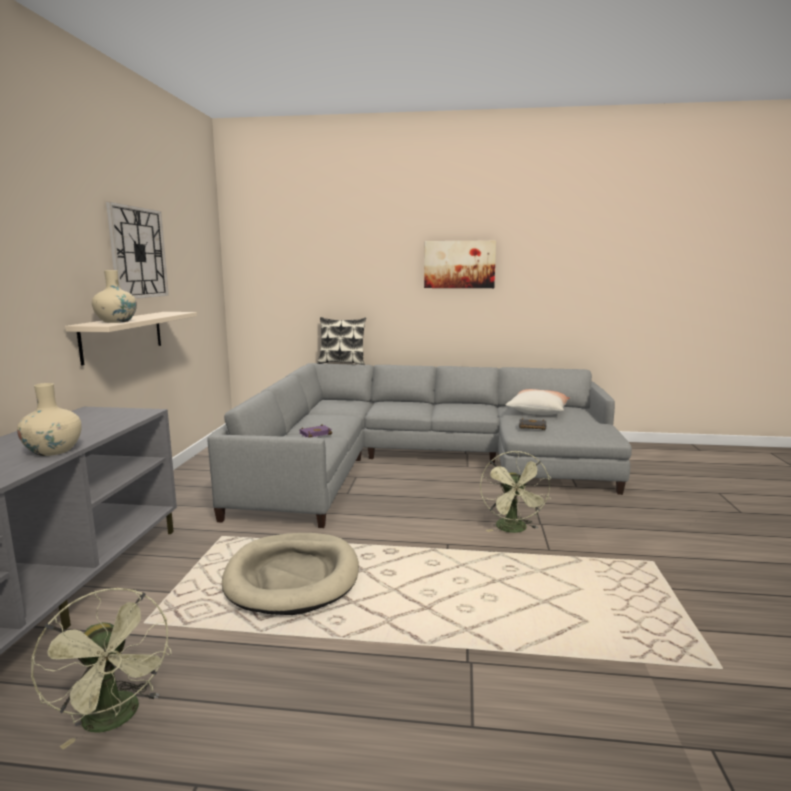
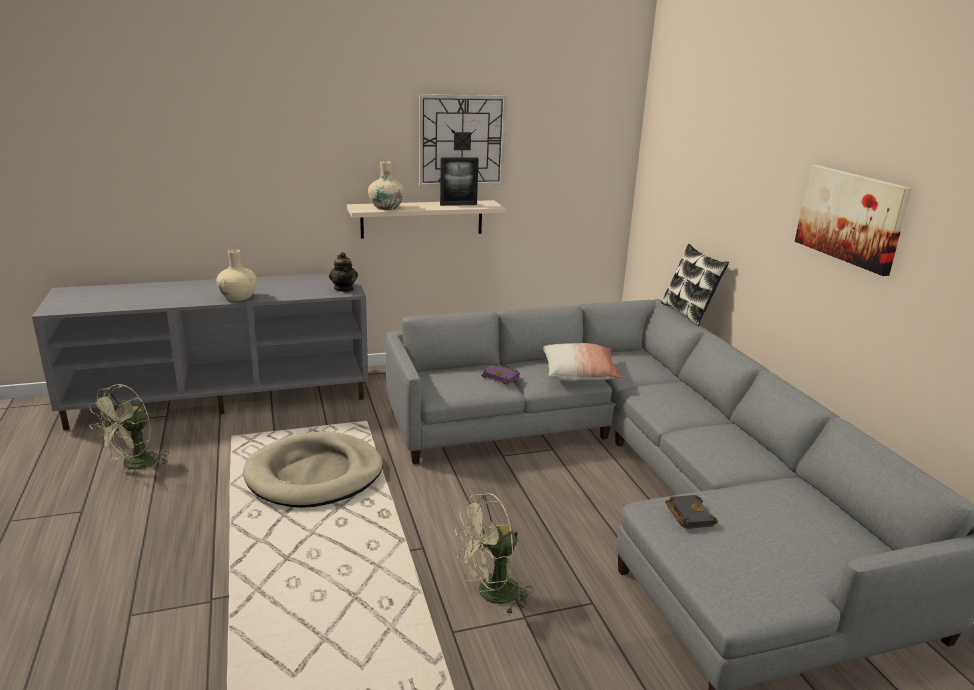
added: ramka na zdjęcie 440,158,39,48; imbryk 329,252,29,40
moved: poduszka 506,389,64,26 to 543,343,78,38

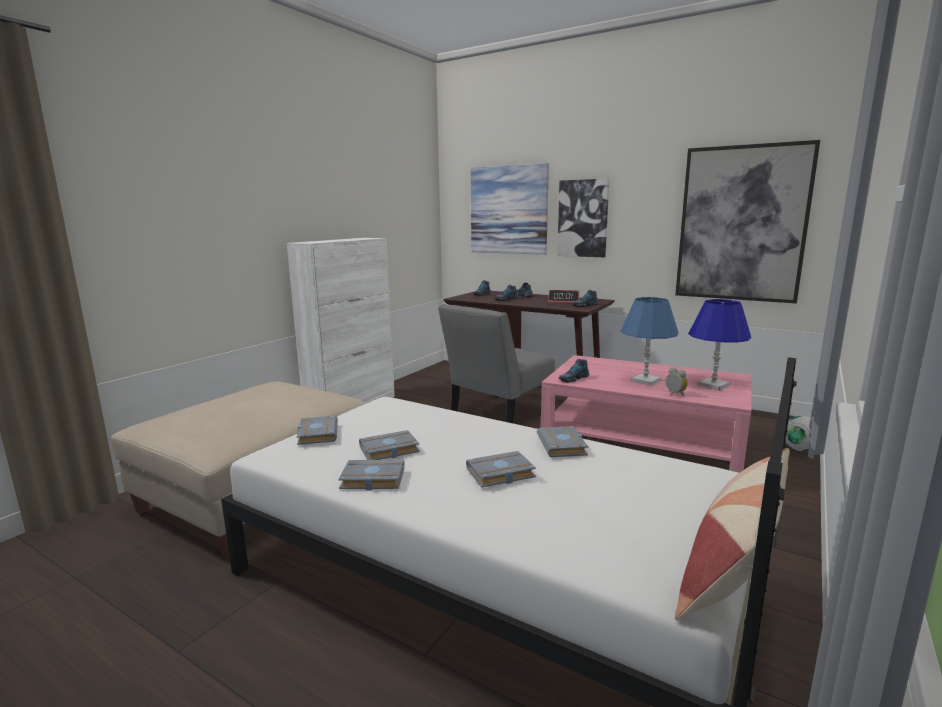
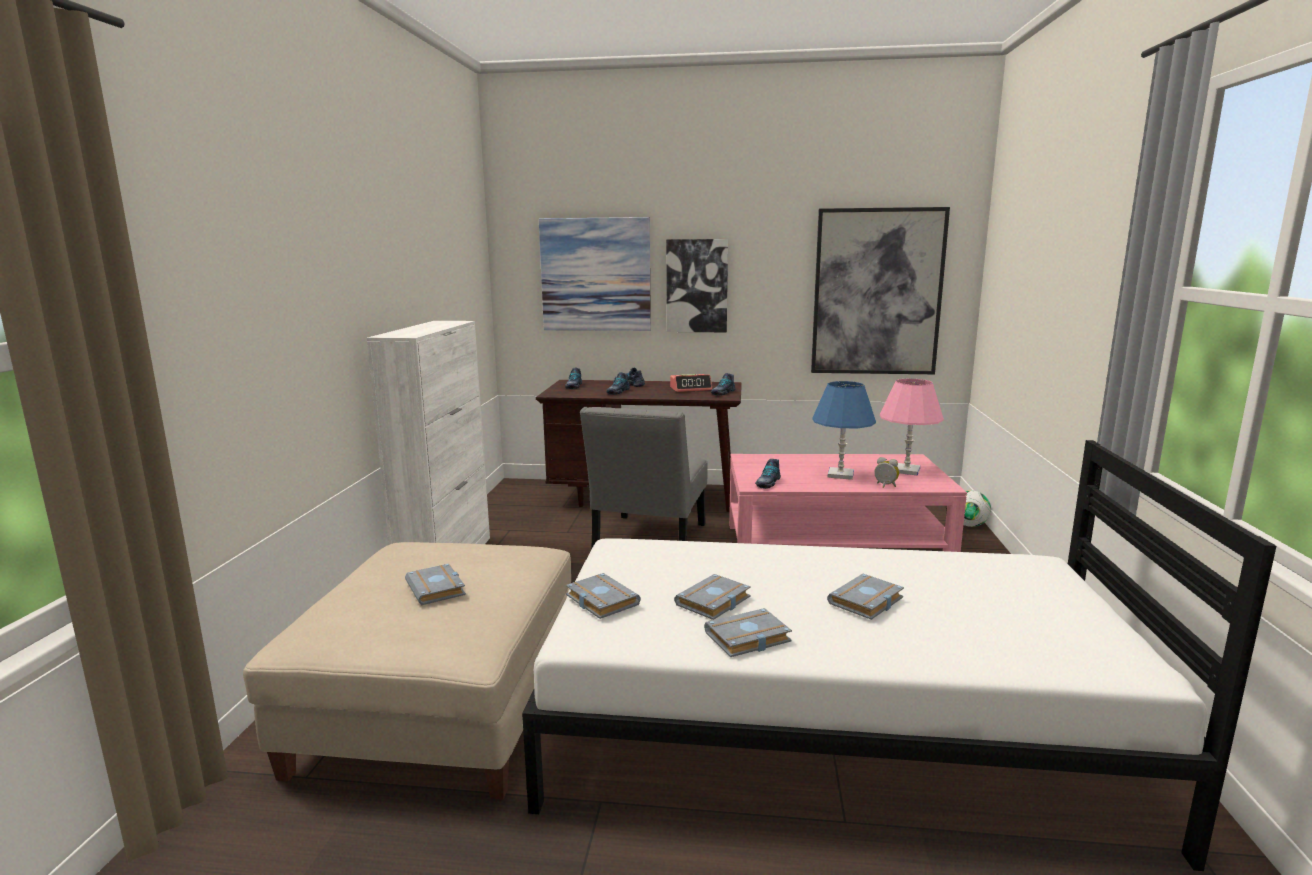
removed: poduszka 675,448,115,172
moved: książka/szary 537,426,51,31 to 405,564,61,41
recoloured: lampa stołowa/niebieski 688,299,63,91 to lampa stołowa/różowy 880,379,64,97

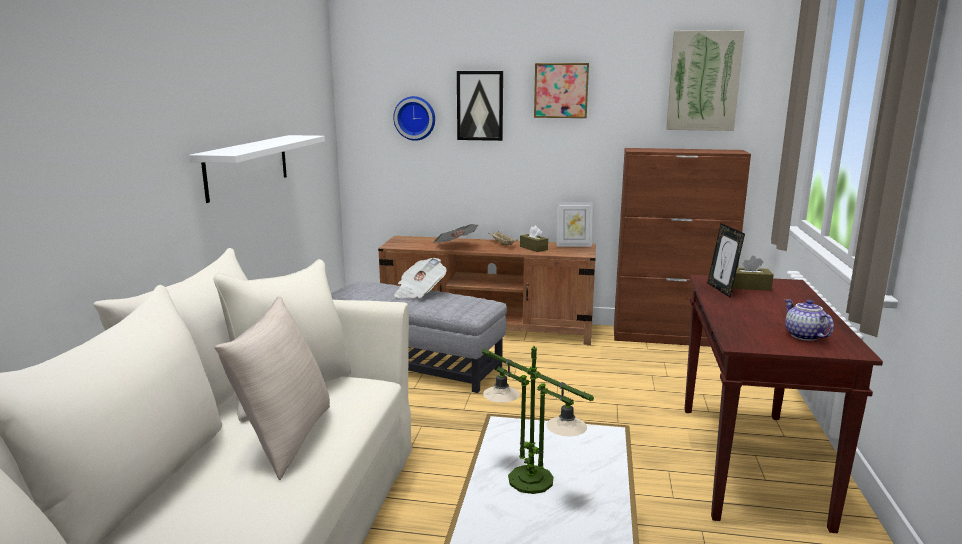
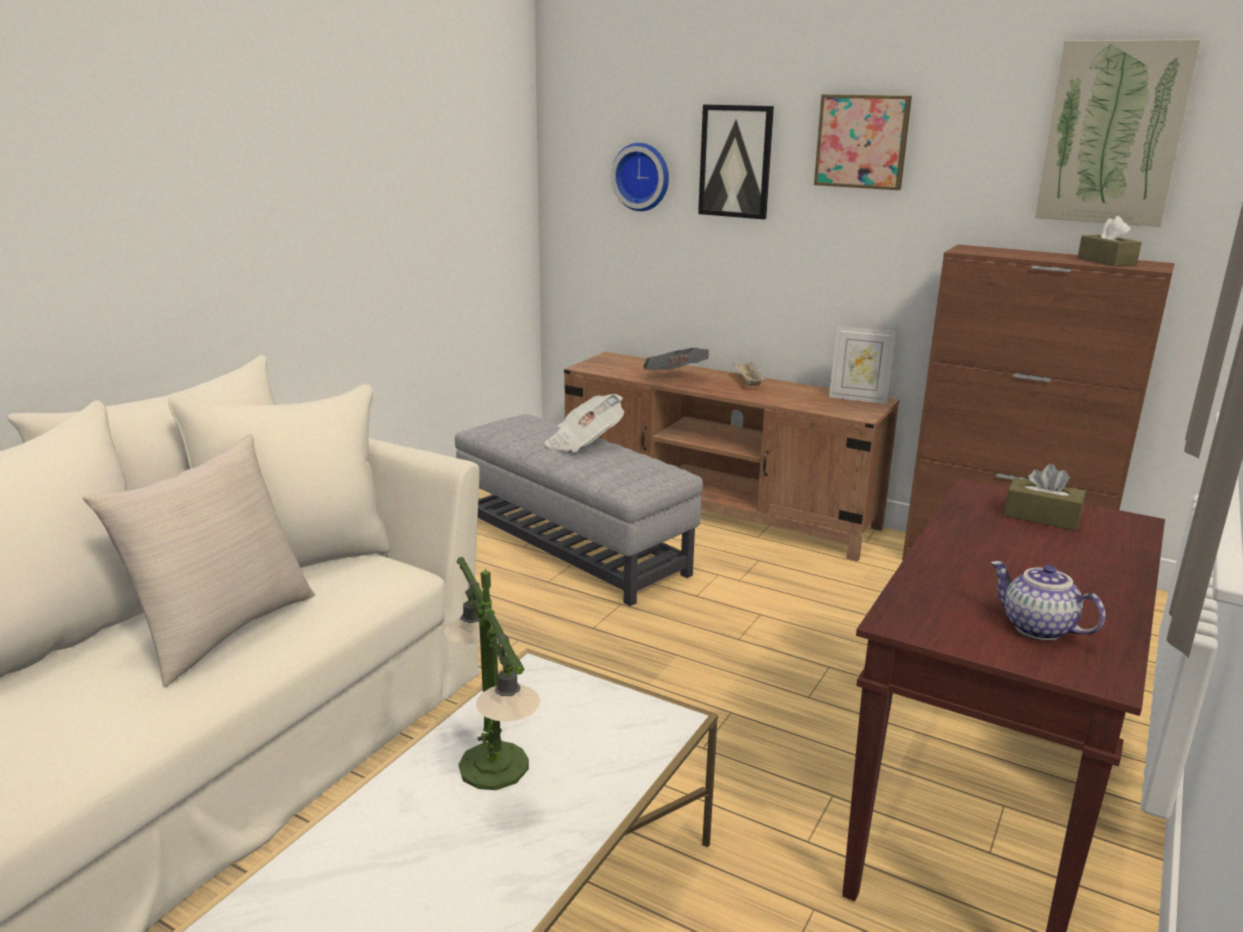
removed: półka/biały 189,135,136,68; ramka na zdjęcie 707,223,38,74
moved: pudełko chusteczek/brązowy 520,226,28,26 to 1078,216,64,50
turned: imbryk 785,299,49,42 = 991,561,115,79 45 degrees counterclockwise

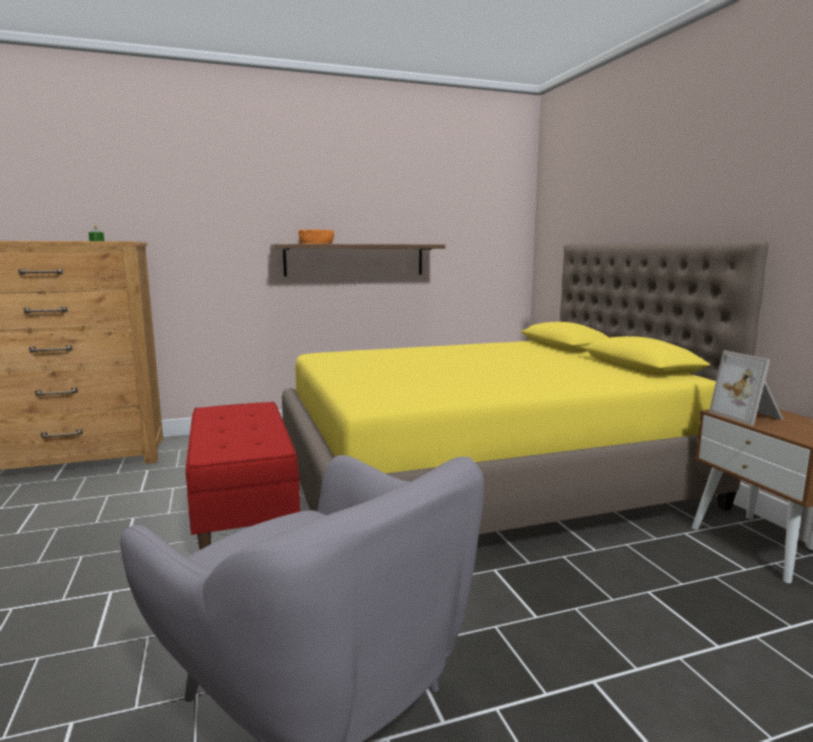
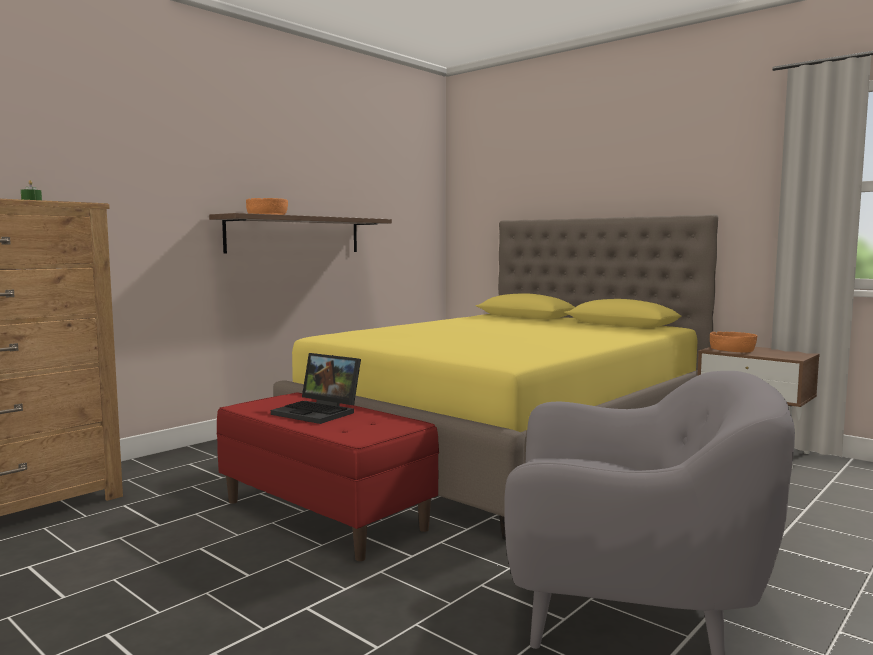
added: laptop 271,353,90,71
replaced: ramka na zdjęcie 709,350,75,76 to miska/pomarańczowy 710,332,47,20

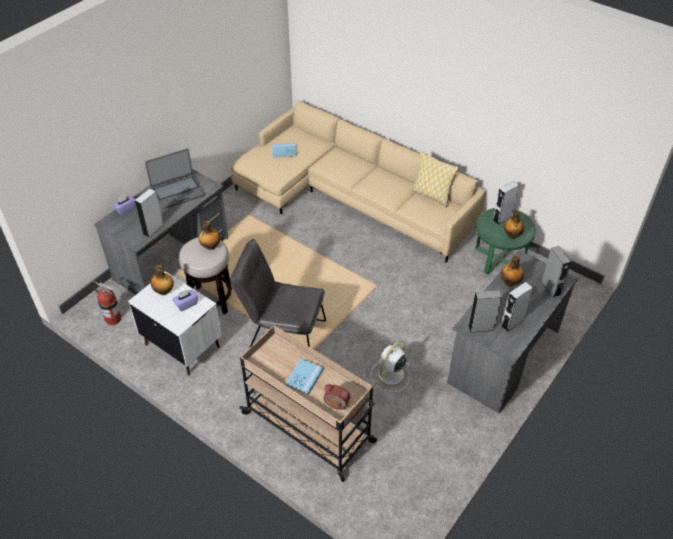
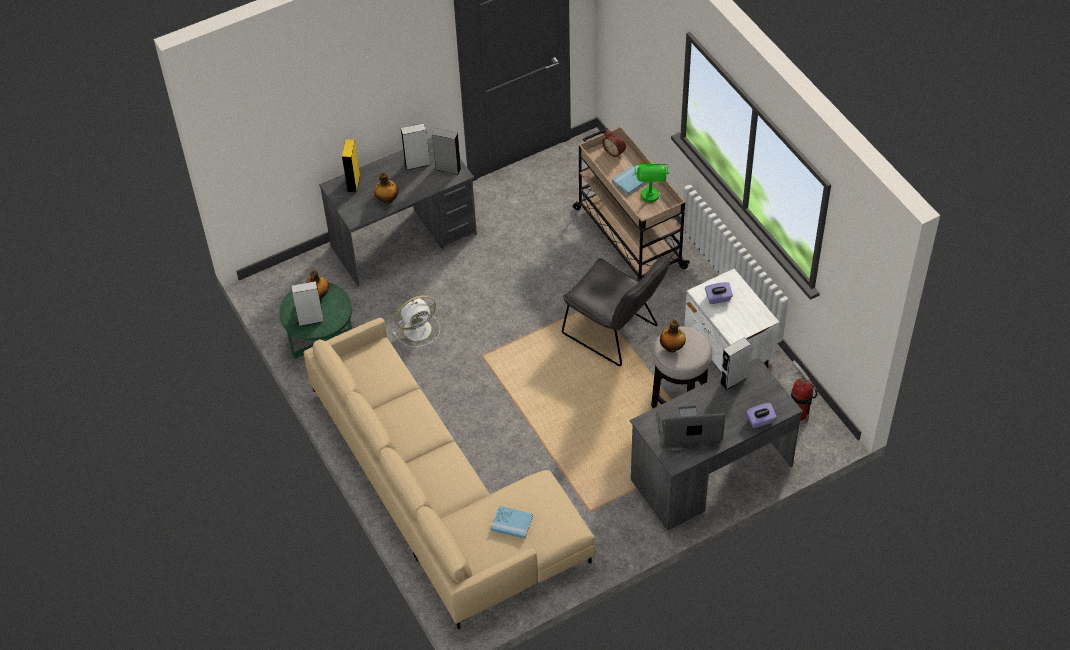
removed: poduszka 411,151,48,56; butelka 151,265,23,30
added: lampa stołowa/zielony 634,164,35,38
moved: wentylator/biały 371,340,39,52 to 393,295,47,52
recoloured: głośnik/szary 541,246,30,52 to głośnik/żółty 342,139,18,54

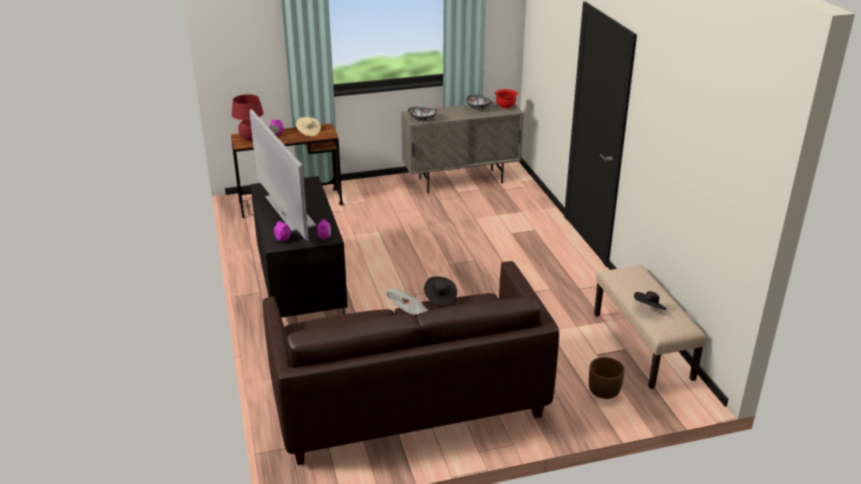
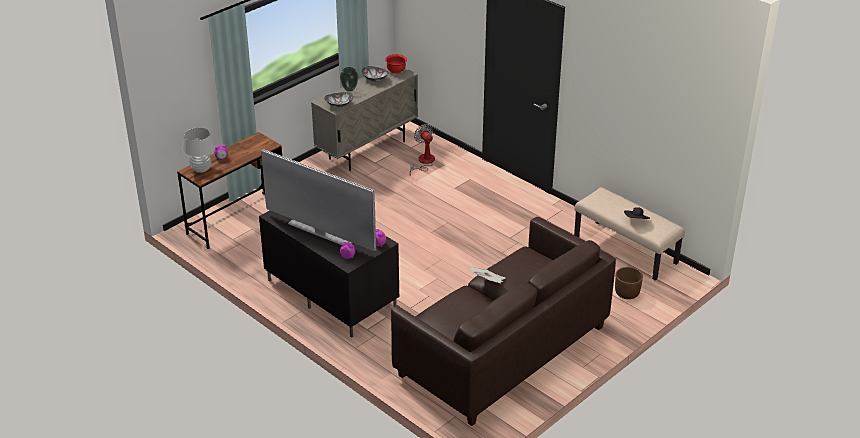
removed: kapelusz/beżowy 296,117,25,19; kapelusz/czarny 424,276,33,31
added: wazon 340,67,18,25; wentylator 409,124,26,52
recoloured: lampa stołowa/czerwony 232,94,32,46 to lampa stołowa/biały 183,128,32,45

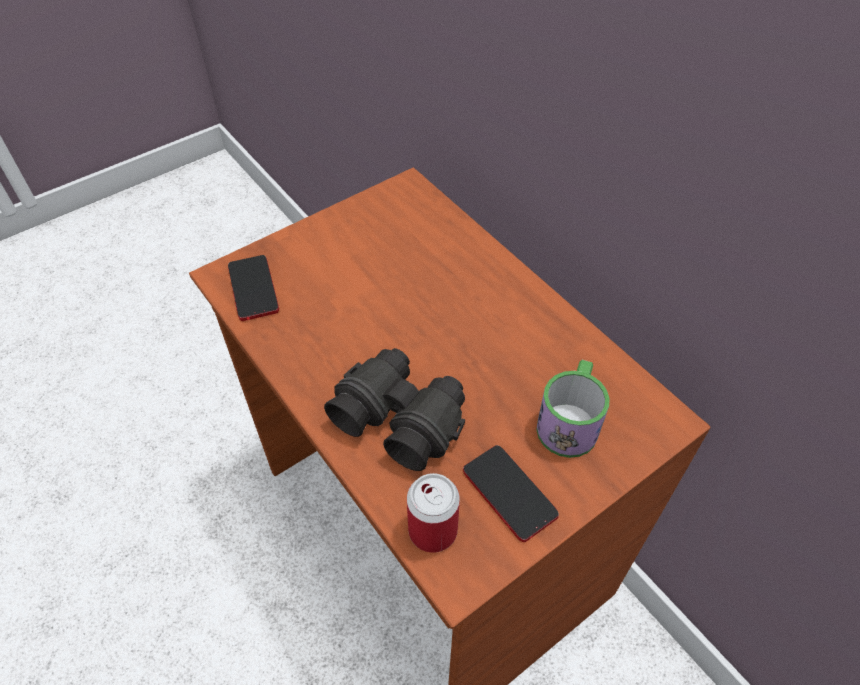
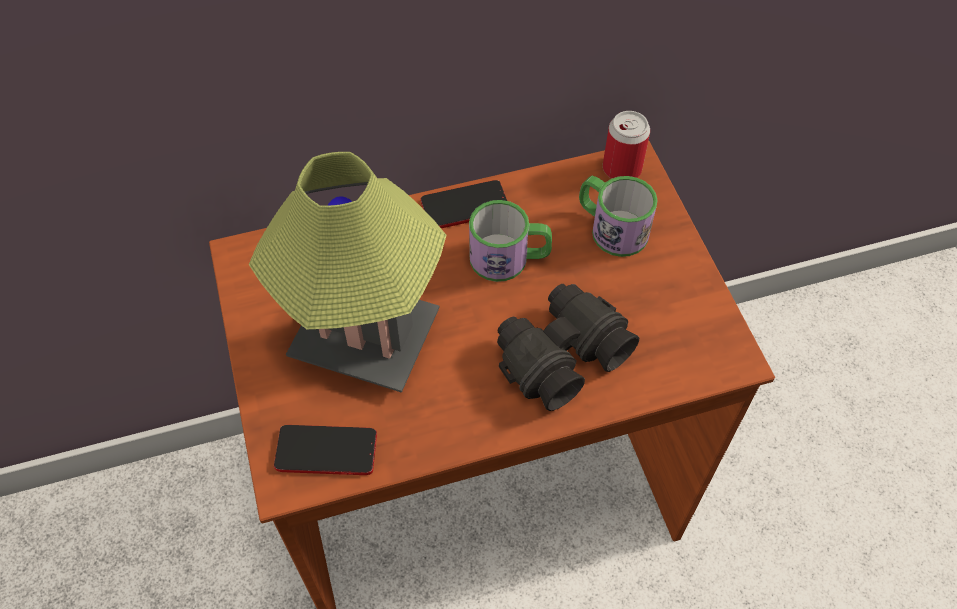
added: lampa stołowa 249,152,197,241; kubek 469,200,83,82
moved: telefon 463,445,96,97 to 421,180,86,48; puszka 407,473,53,80 to 603,111,47,68

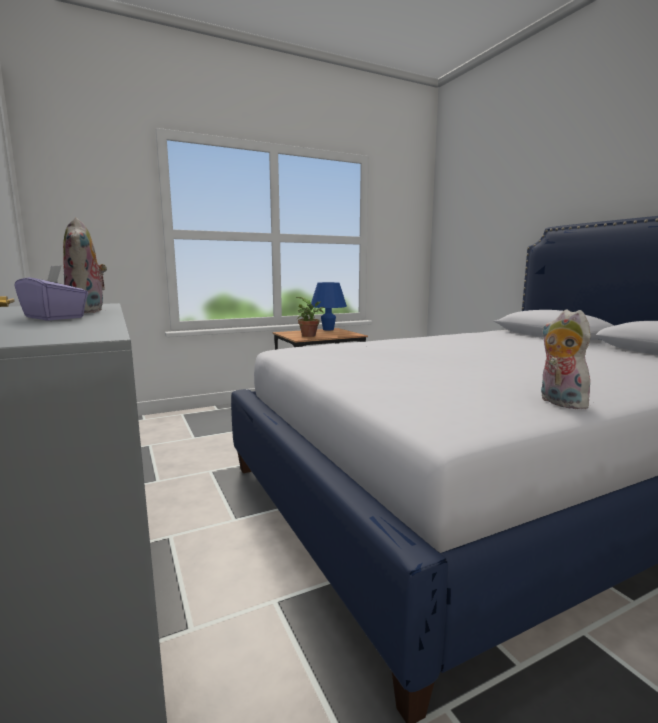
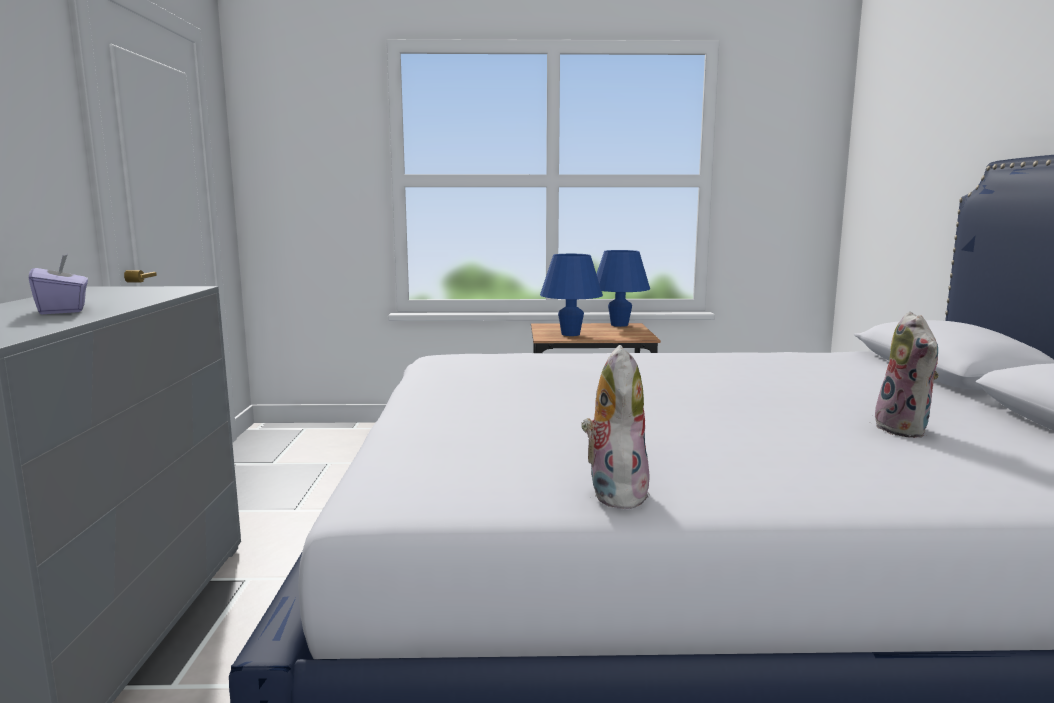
moved: pluszak 63,217,44,96 to 875,312,64,126
replaced: roślina doniczkowa 296,297,29,40 to lampa stołowa/niebieski 540,254,63,82

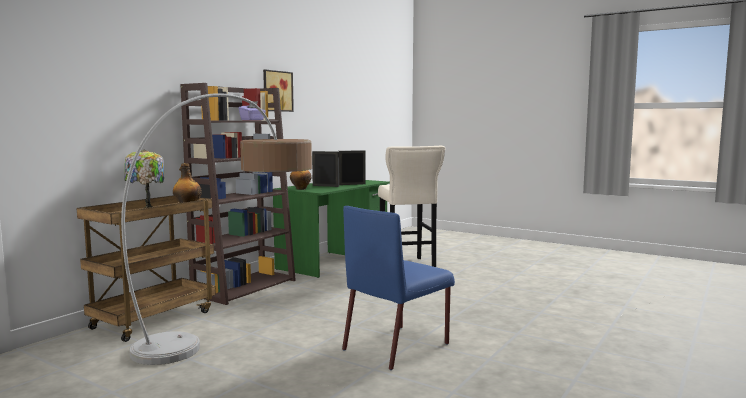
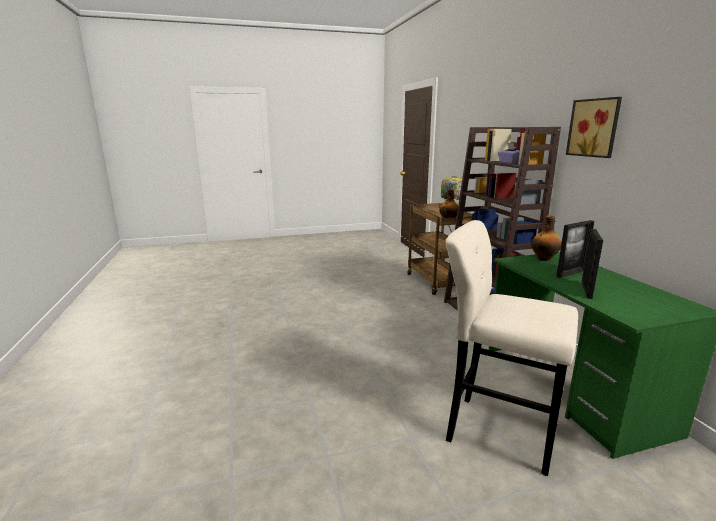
removed: lampa stojąca 121,93,191,272; krzesło/niebieski 342,206,113,164

